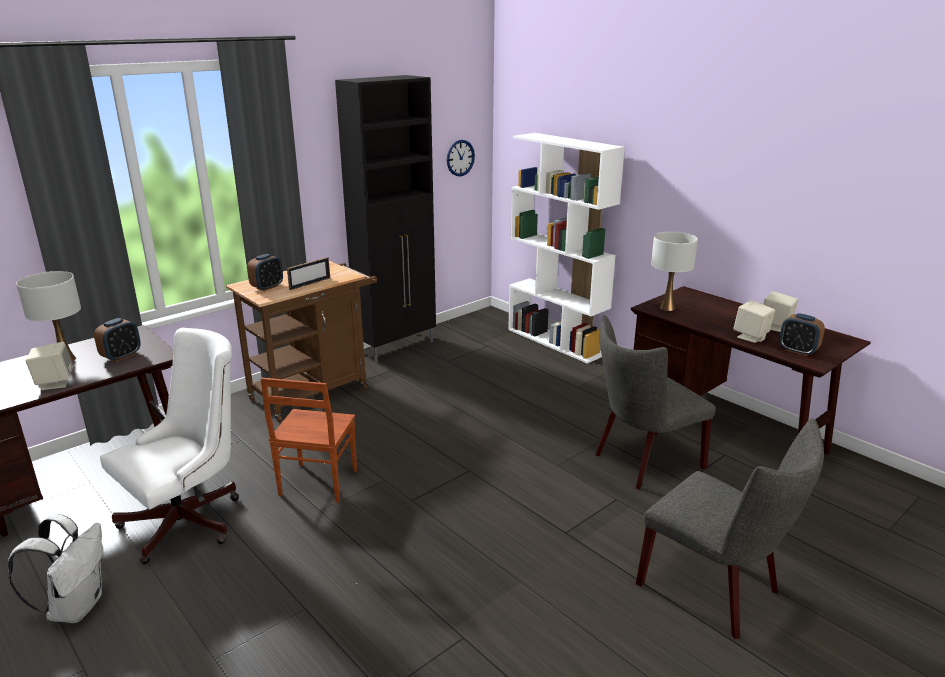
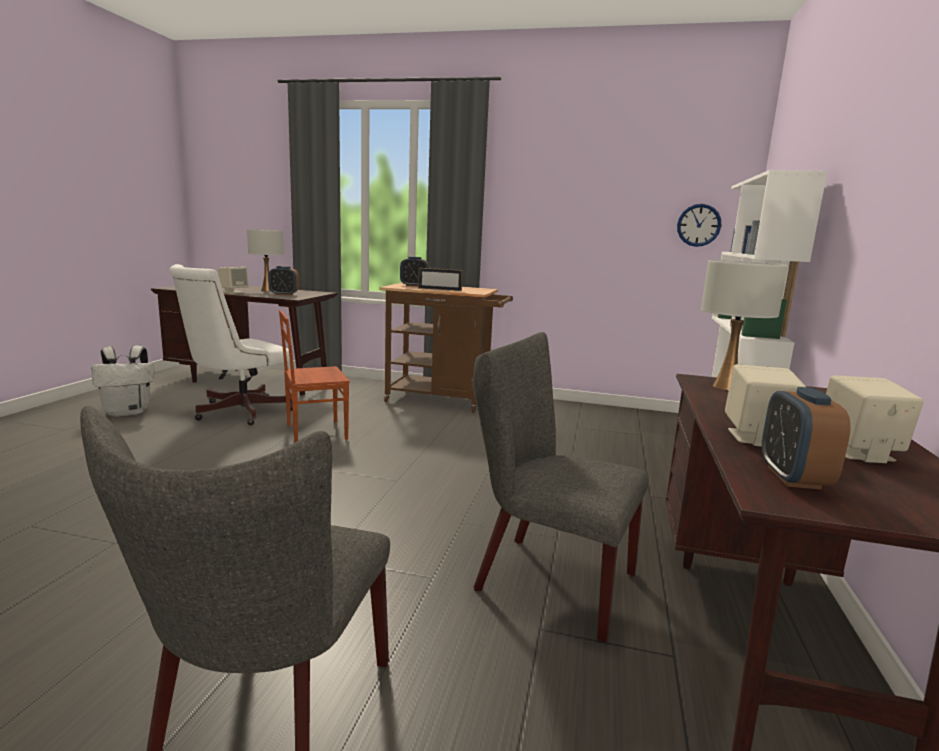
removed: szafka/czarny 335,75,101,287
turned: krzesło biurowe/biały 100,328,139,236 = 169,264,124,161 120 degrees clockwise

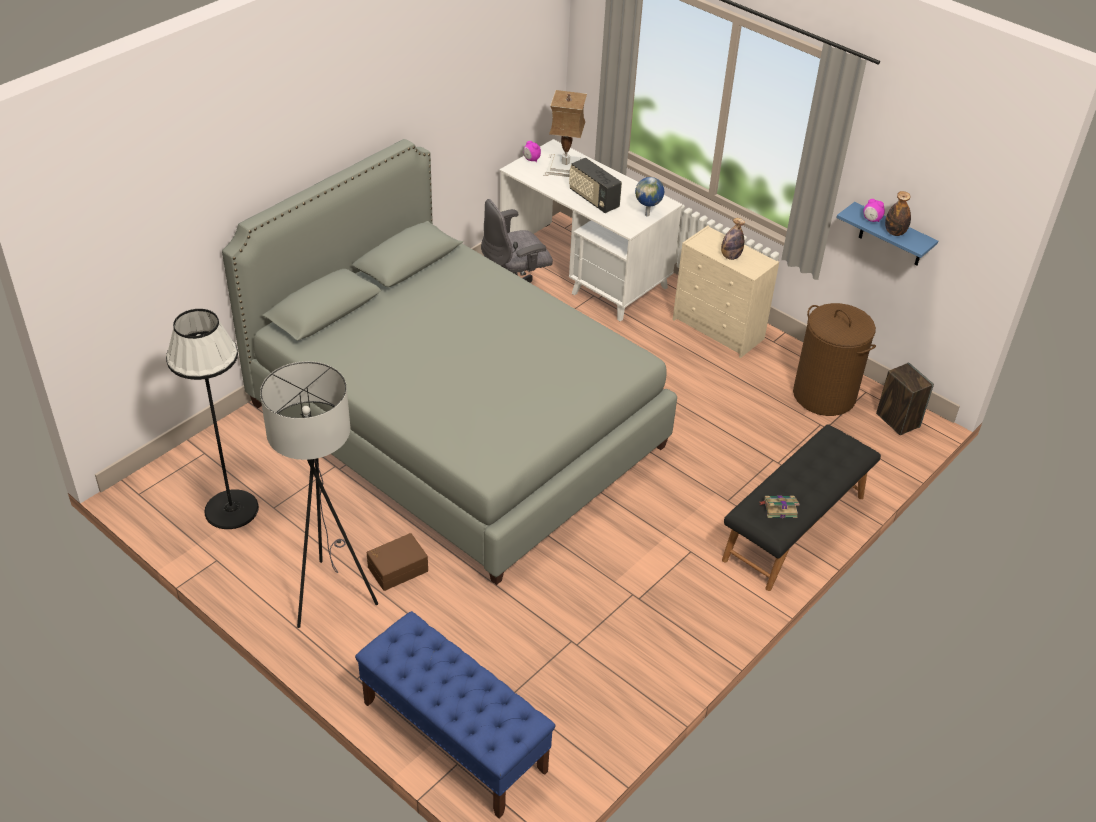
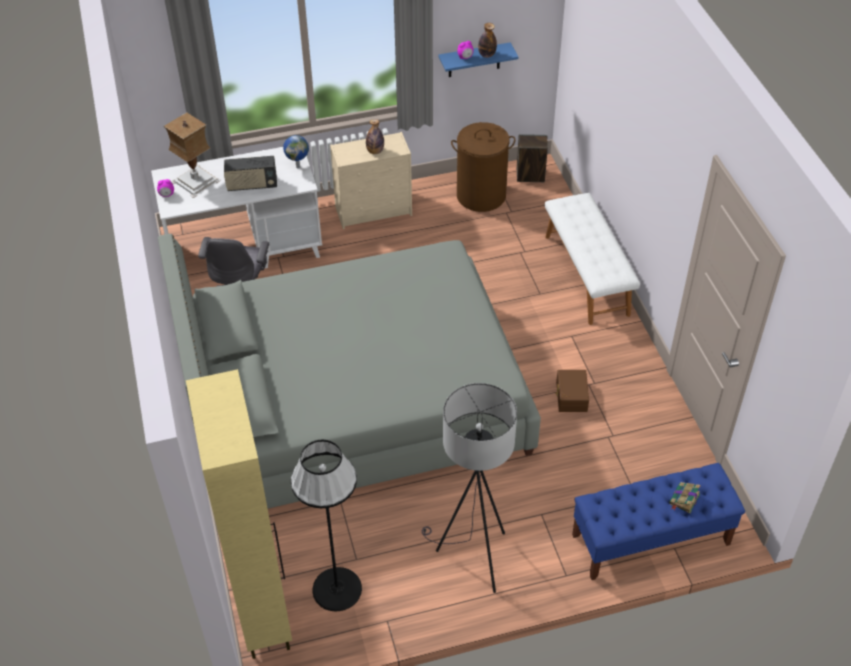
added: szafka/beżowy 186,369,106,290
moved: książka 760,496,40,22 to 669,482,32,32; pojemnik do przechowywania/brązowy 367,533,61,58 to 555,370,34,42
recoloured: ławka/czarny 722,424,159,167 to ławka/biały 545,193,95,132

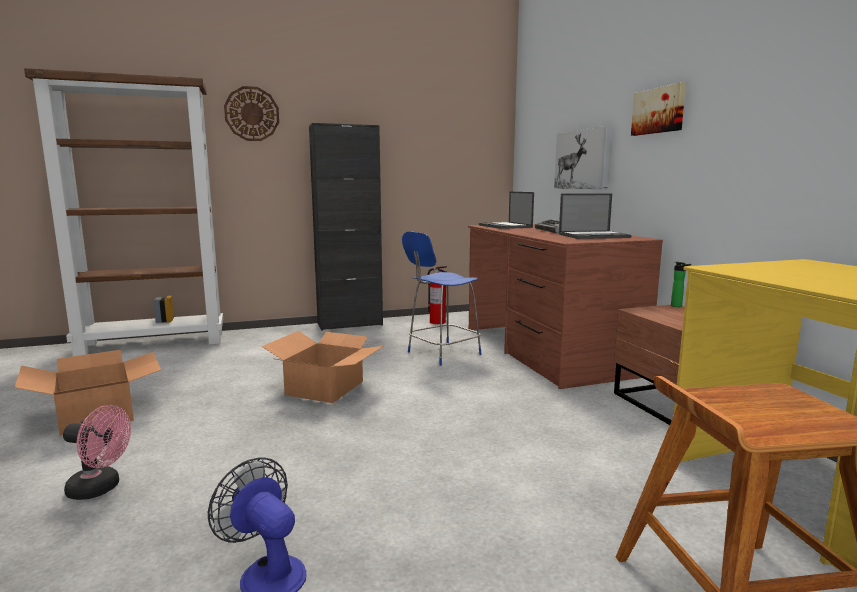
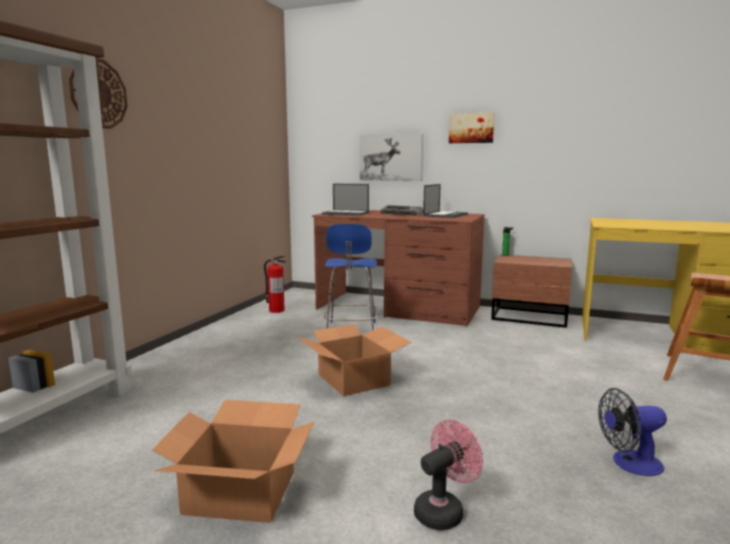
removed: szafka/czarny 309,123,74,208

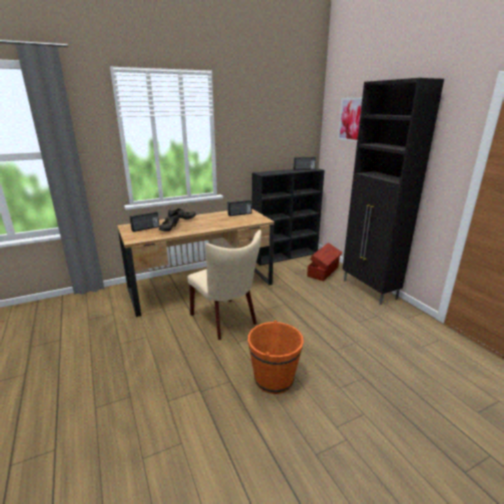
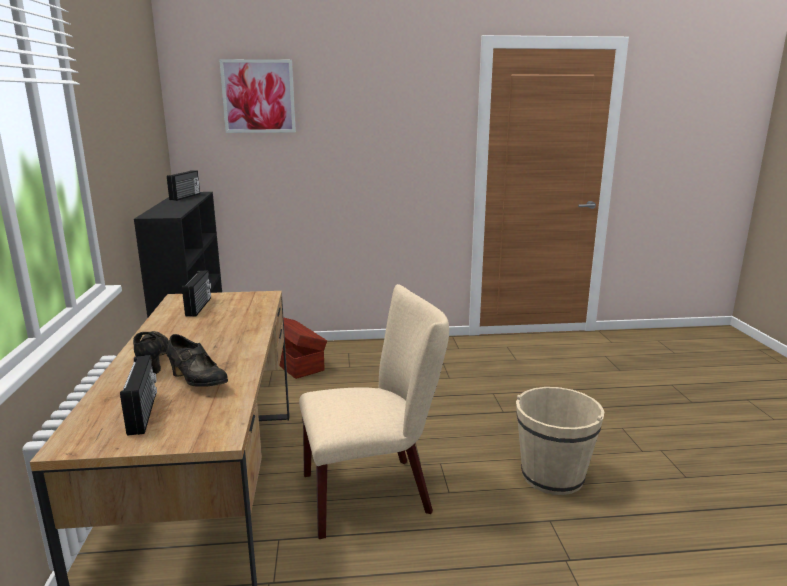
removed: szafka/czarny 342,78,102,227
recoloured: wiadro/pomarańczowy 248,320,56,74 to wiadro/beżowy 516,387,89,108

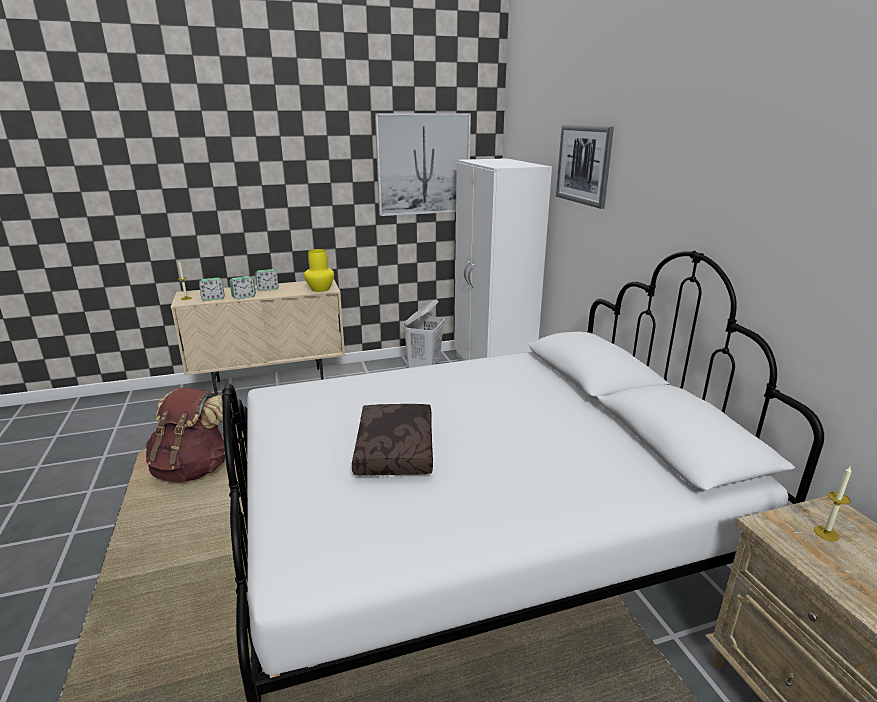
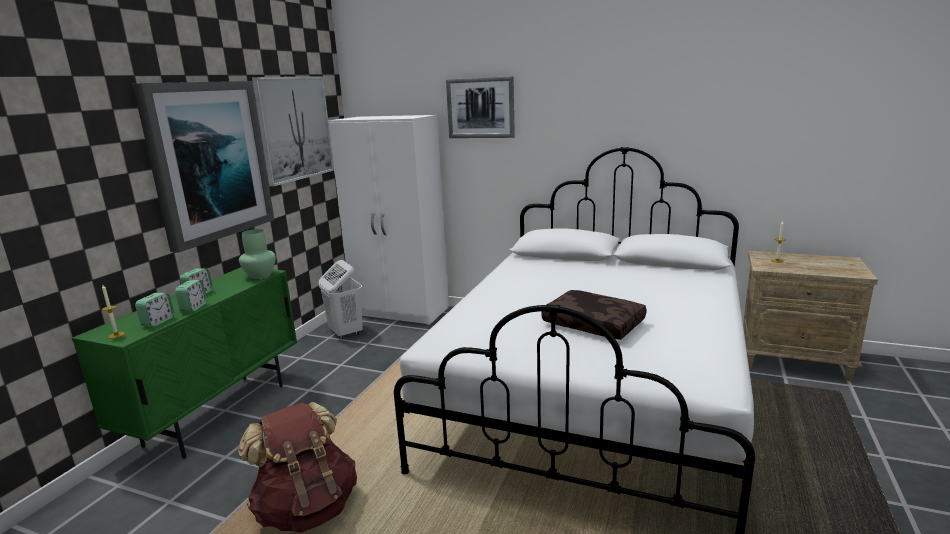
added: obraz 133,81,141,171
recoloured: wazon/żółty 304,249,30,43 to wazon/zielony 239,229,37,50; szafka/beżowy 171,279,174,117 to szafka/zielony 72,267,225,192

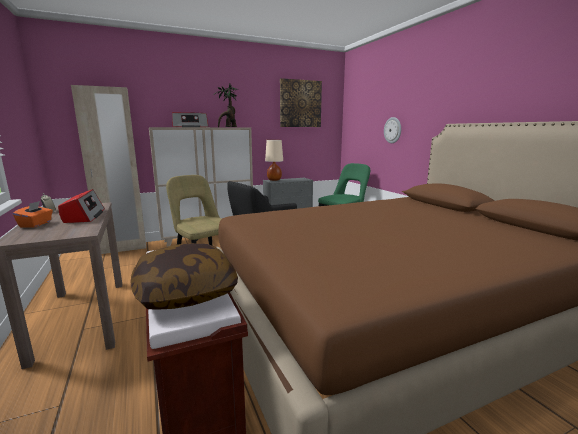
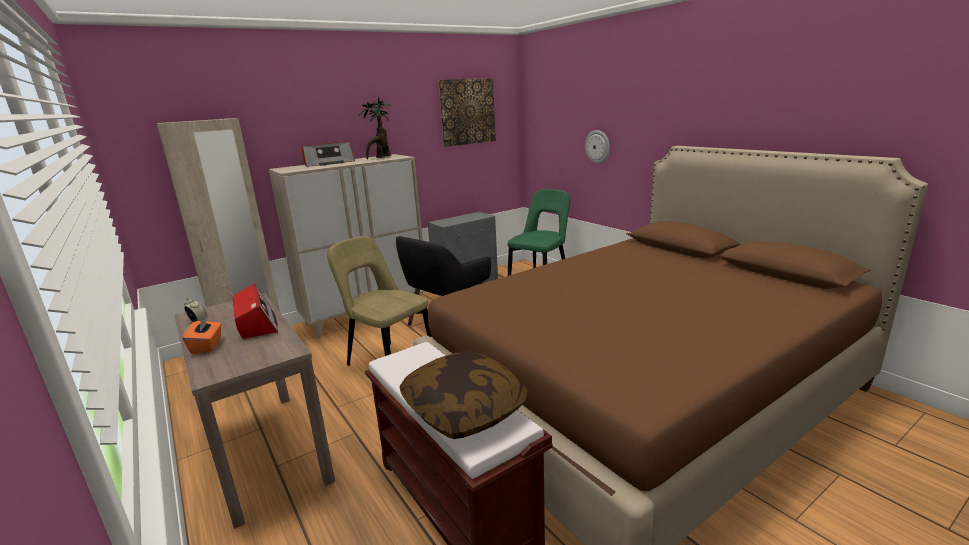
removed: lampa stołowa/beżowy 265,140,18,41

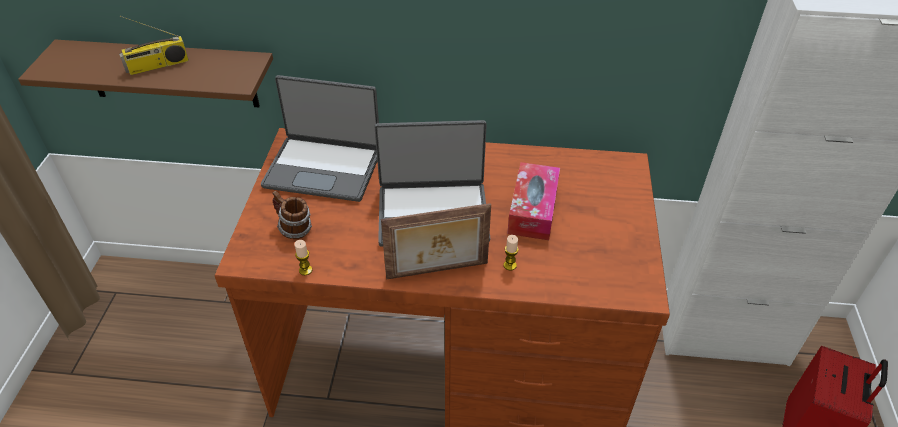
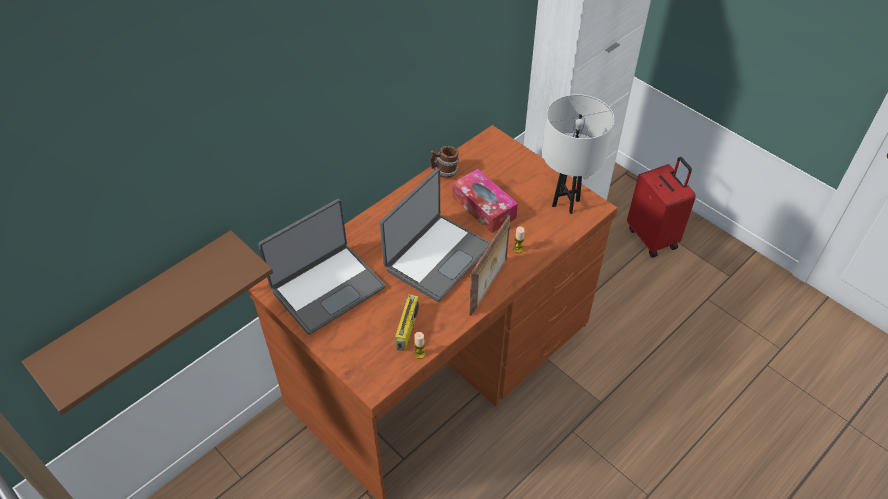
added: lampa stołowa/biały 542,94,72,120
moved: radio 119,16,70,59 to 395,294,24,57; kubek 272,191,40,48 to 429,146,30,32

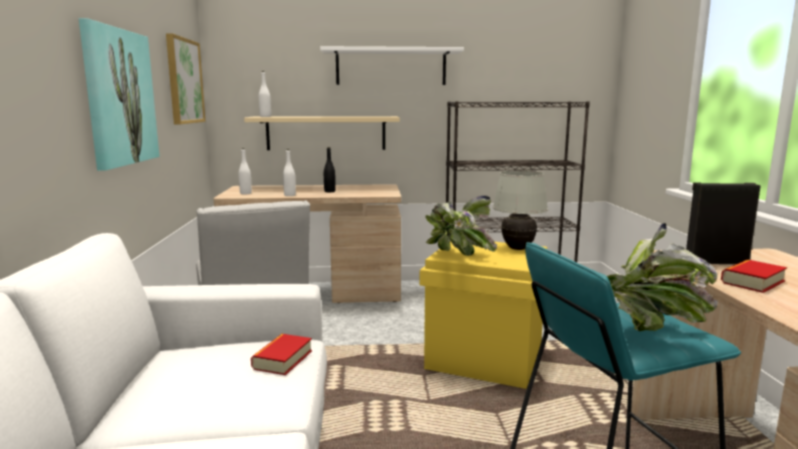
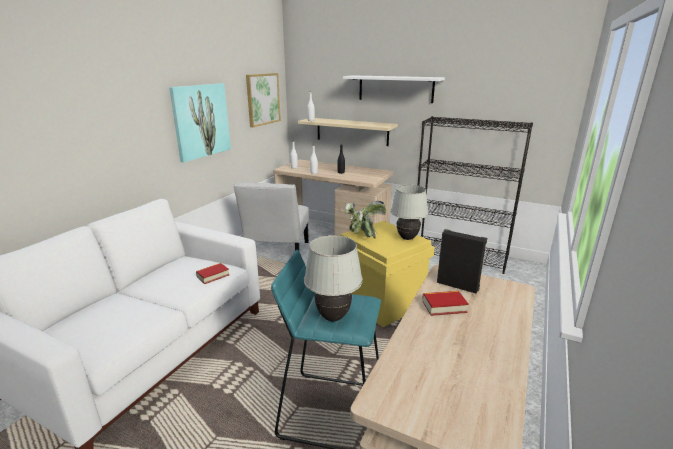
replaced: roślina doniczkowa 607,224,111,107 to lampa stołowa/biały 304,235,59,86

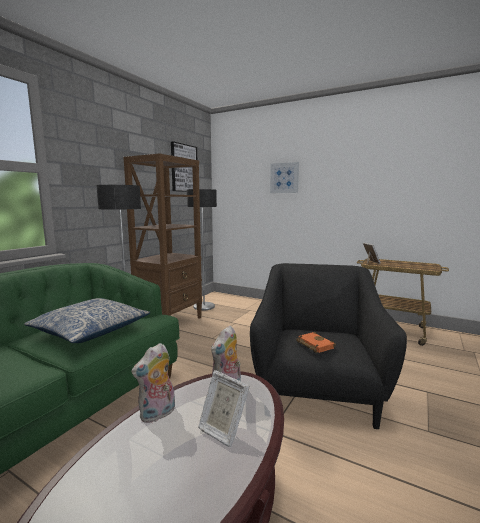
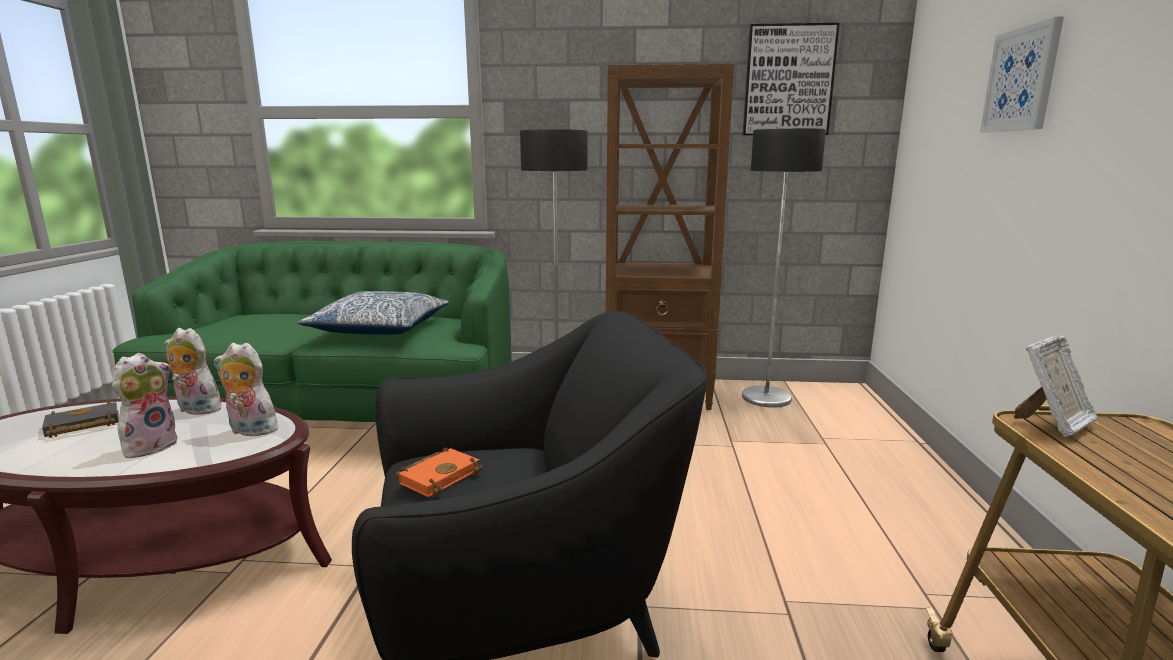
added: książka/czarny 42,401,77,37
replaced: ramka na zdjęcie 198,370,51,77 to pluszak 112,353,66,105

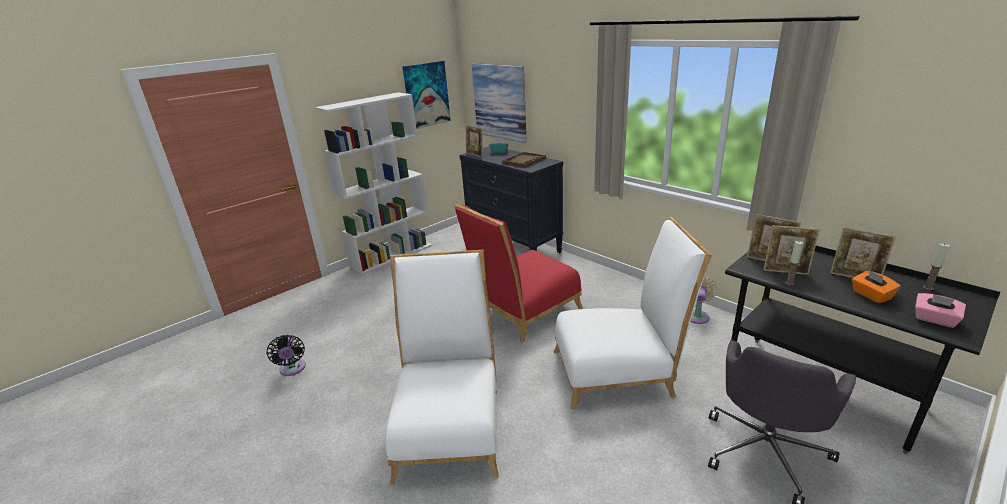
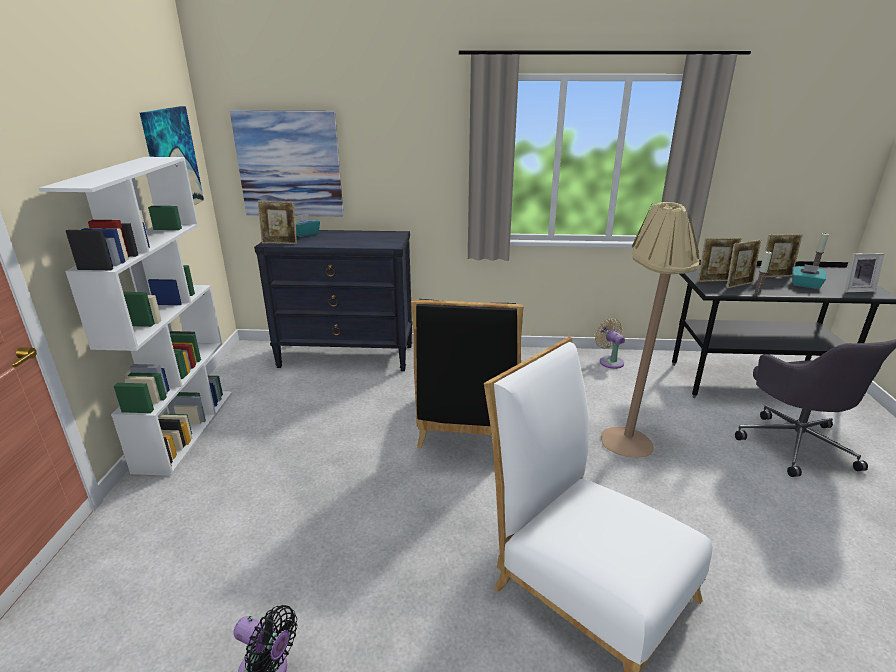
removed: taca/brązowy 502,152,44,16
replaced: krzesło/biały 554,217,158,192 to lampa stojąca/beżowy 601,202,98,256; pudełko chusteczek/różowy 915,293,51,35 to ramka na zdjęcie 844,253,41,39
recoloured: krzesło/czerwony 454,204,129,139 to krzesło/czarny 411,299,112,149; pudełko chusteczek/pomarańczowy 852,270,48,33 to pudełko chusteczek/turkusowy 792,264,34,25

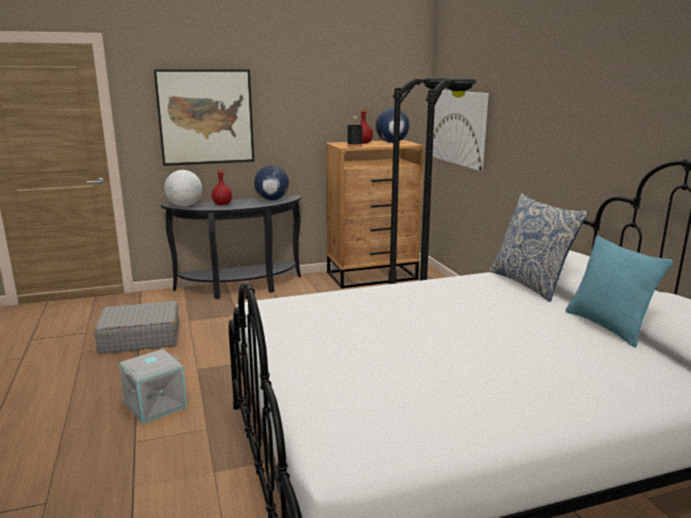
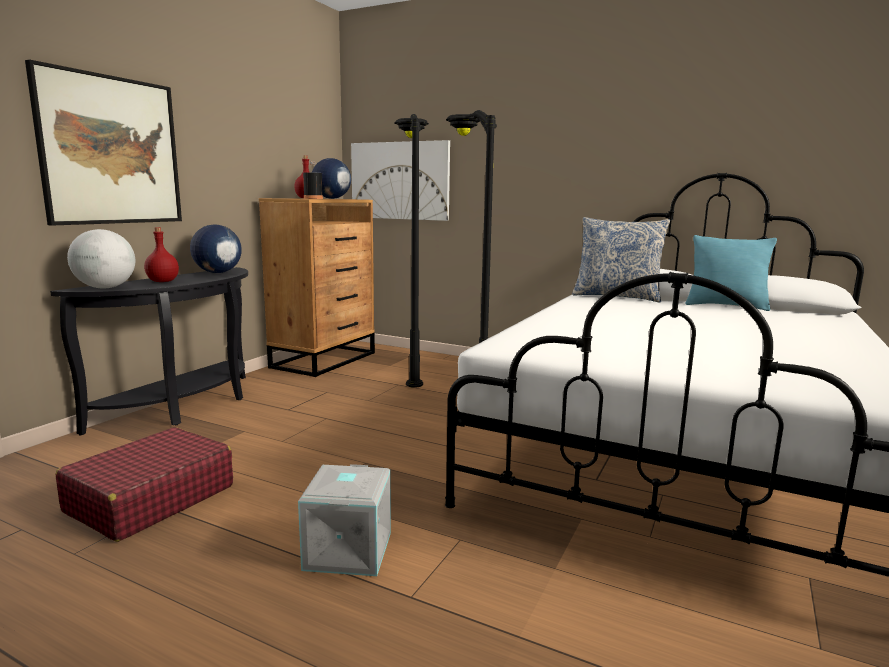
recoloured: walizka/szary 94,301,85,53 to walizka/czerwony 56,427,177,115

